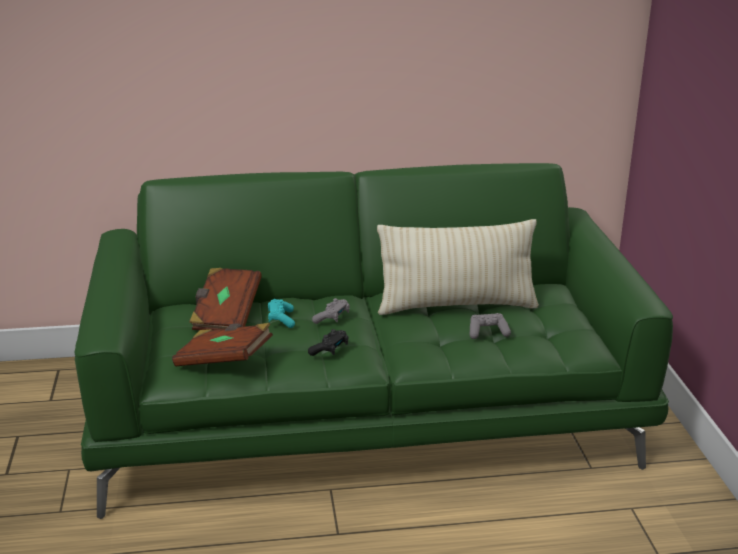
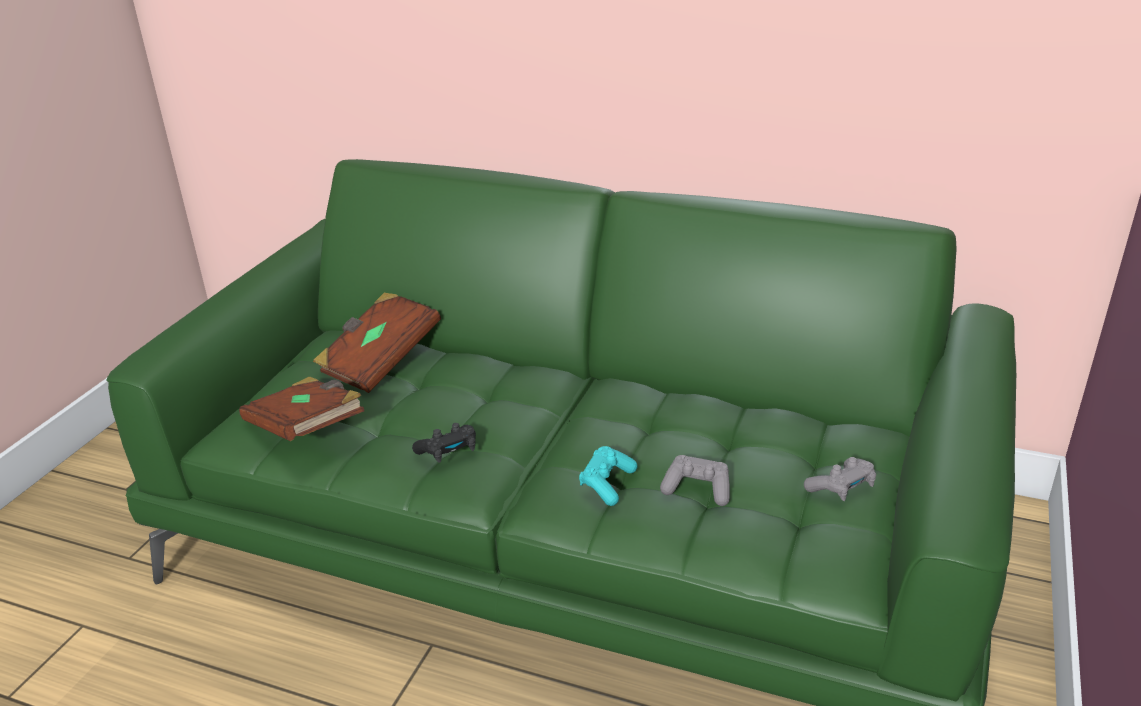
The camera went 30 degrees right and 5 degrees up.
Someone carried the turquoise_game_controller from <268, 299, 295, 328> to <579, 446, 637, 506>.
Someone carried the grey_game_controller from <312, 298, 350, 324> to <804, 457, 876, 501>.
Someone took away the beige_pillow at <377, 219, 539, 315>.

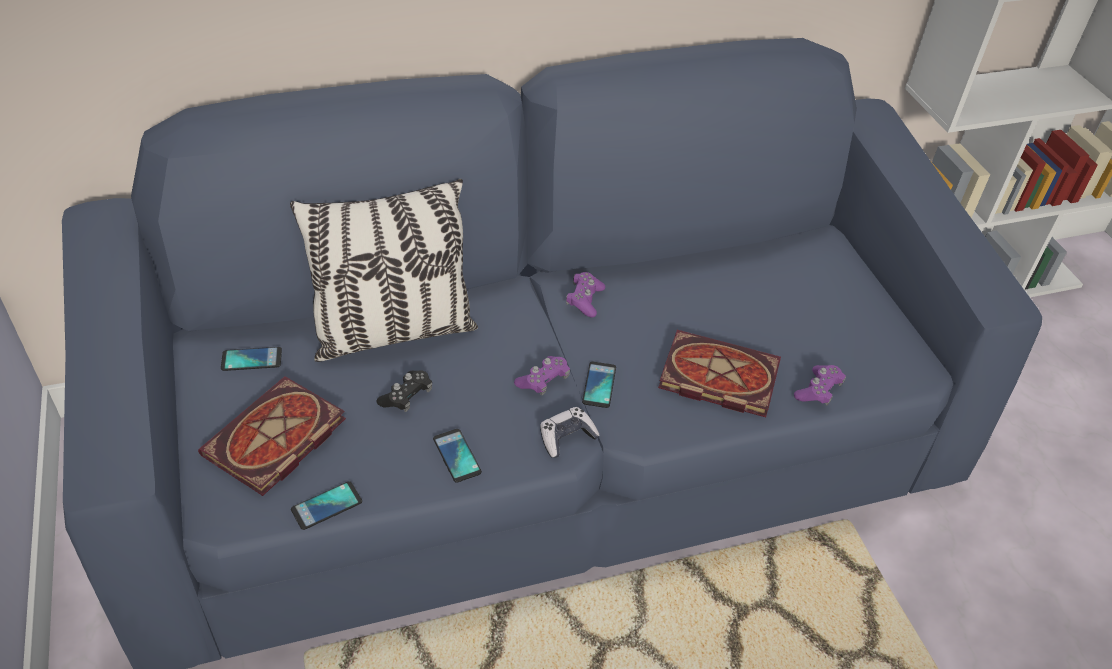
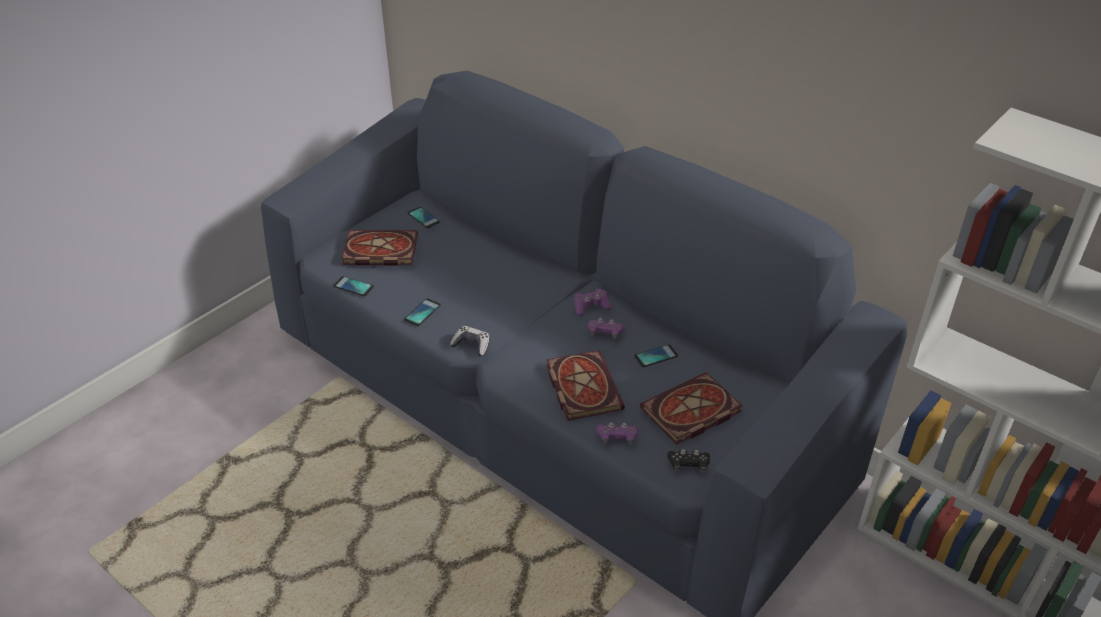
The camera went 60 degrees right and 5 degrees down.
Someone carried the purple_game_controller from <514, 356, 570, 395> to <588, 318, 625, 339>.
Someone carried the phone from <582, 361, 616, 408> to <634, 344, 678, 367>.
Someone put down the book at <640, 372, 743, 445>.
Someone carried the black_game_controller from <377, 370, 432, 412> to <667, 449, 710, 473>.
Someone took away the pillow at <290, 179, 478, 362>.

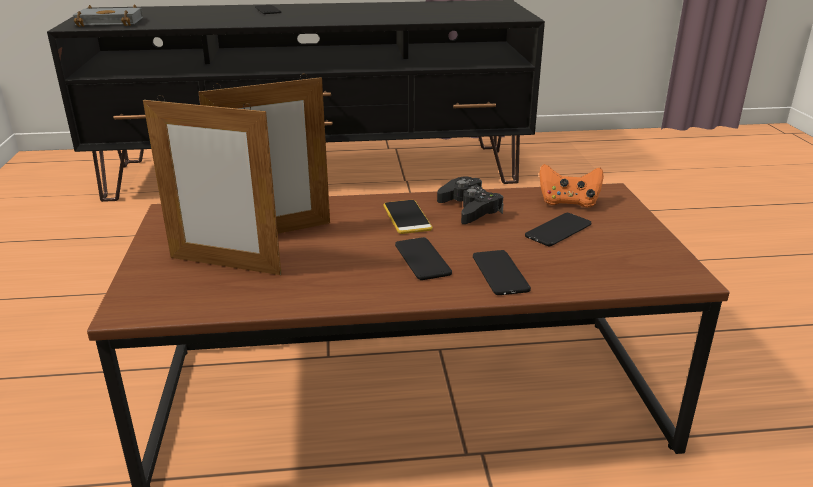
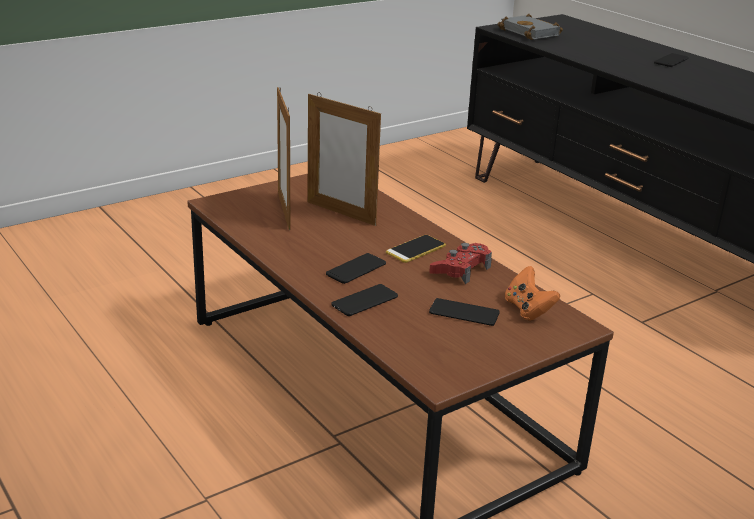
The camera went 60 degrees right and 0 degrees up.
Someone repainted the black_game_controller at <437, 177, 504, 224>, which became the red_game_controller at <429, 243, 492, 284>.

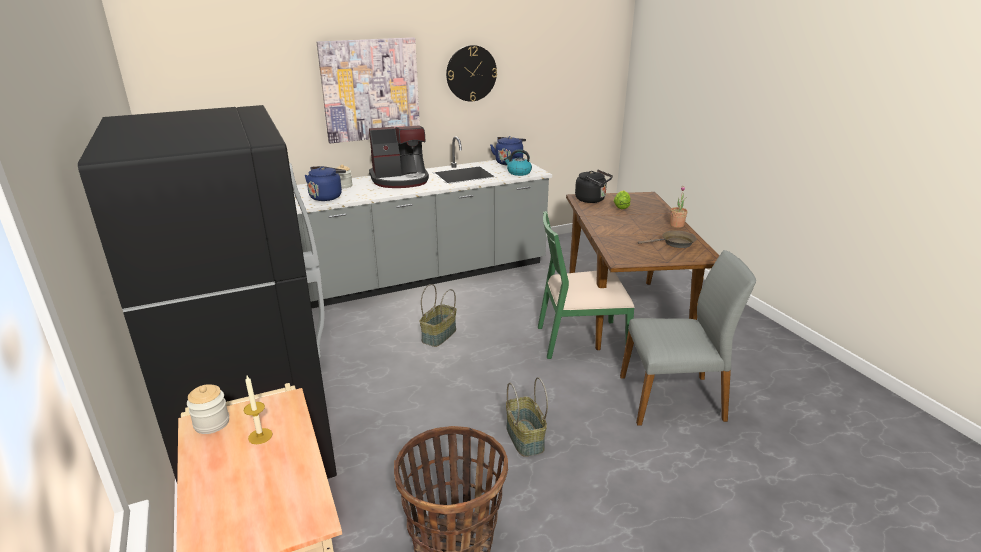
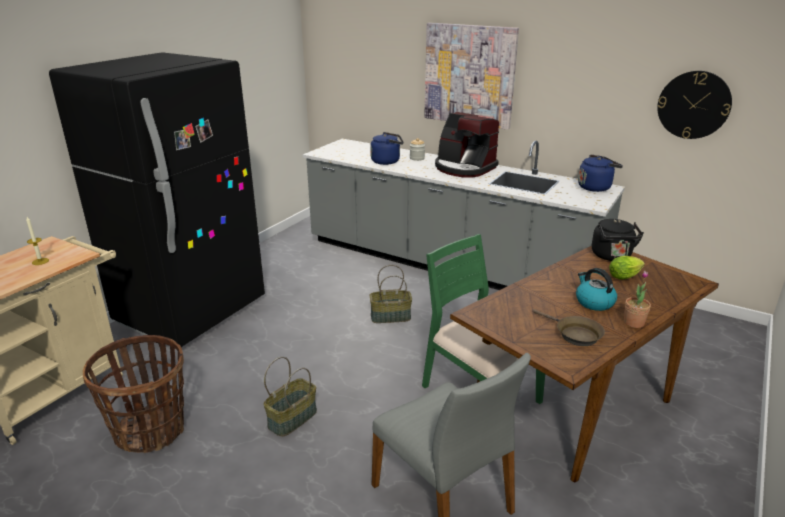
The camera went 55 degrees right and 0 degrees up.
Someone carried the kettle from <504, 149, 532, 176> to <576, 268, 617, 311>.
Someone carried the wall_clock from <446, 45, 497, 102> to <657, 71, 732, 139>.
Someone took away the jar at <187, 384, 229, 434>.

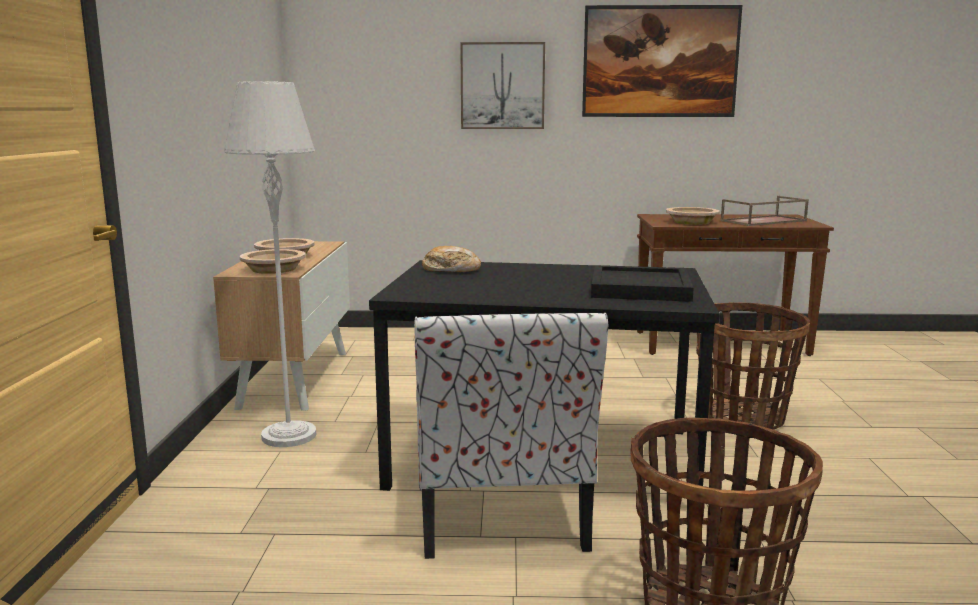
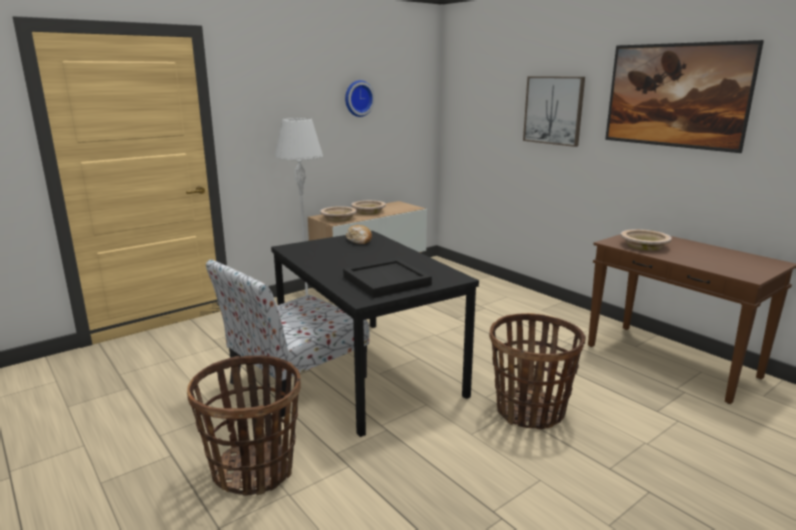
The camera went 50 degrees right and 5 degrees up.
Someone put up the wall_clock at <345, 80, 375, 117>.
Someone took away the brown_tray at <720, 196, 809, 226>.

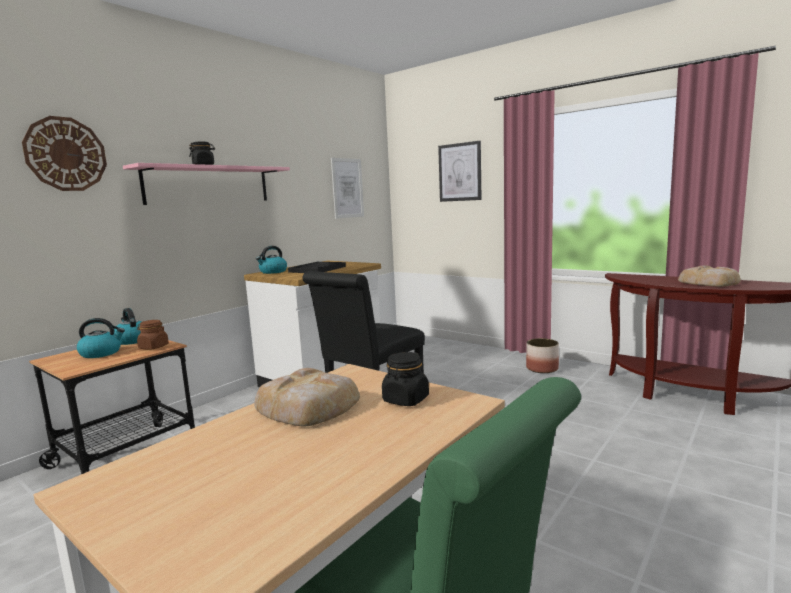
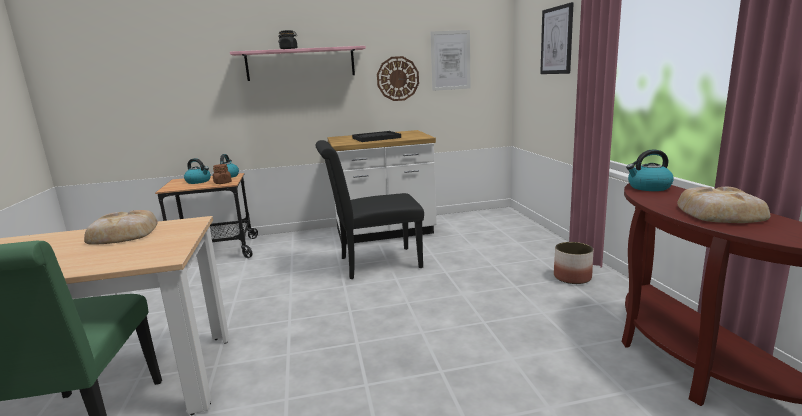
The camera went 40 degrees right and 5 degrees up.
Someone carried the wall_clock from <22, 116, 107, 191> to <377, 56, 419, 101>.
Someone carried the kettle from <256, 246, 287, 274> to <626, 149, 674, 191>.
Someone took away the black_jar at <382, 352, 429, 406>.

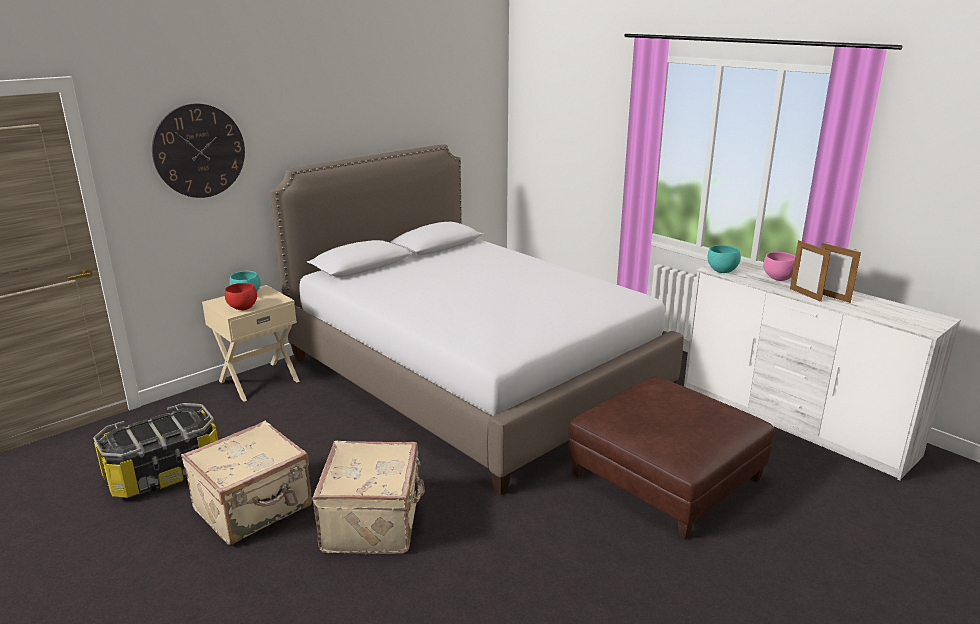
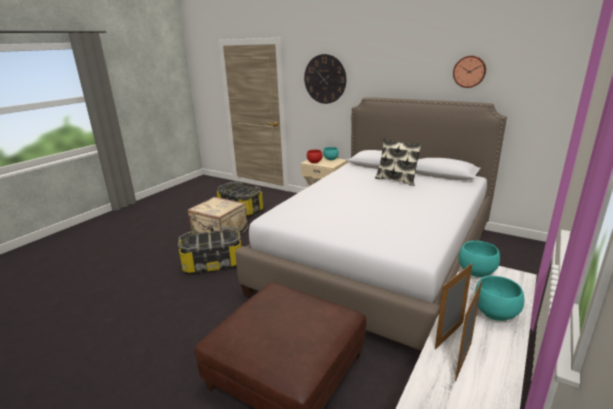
The camera went 75 degrees right and 0 degrees up.
Someone swapped the beige_suitcase at <312, 441, 425, 554> for the storage_box at <178, 226, 241, 273>.
Someone put down the pillow at <375, 138, 423, 186>.
Someone put up the wall_clock at <453, 56, 486, 88>.
Someone repainted the pink_bowl at <763, 252, 795, 281>, which became the turquoise_bowl at <474, 276, 524, 321>.

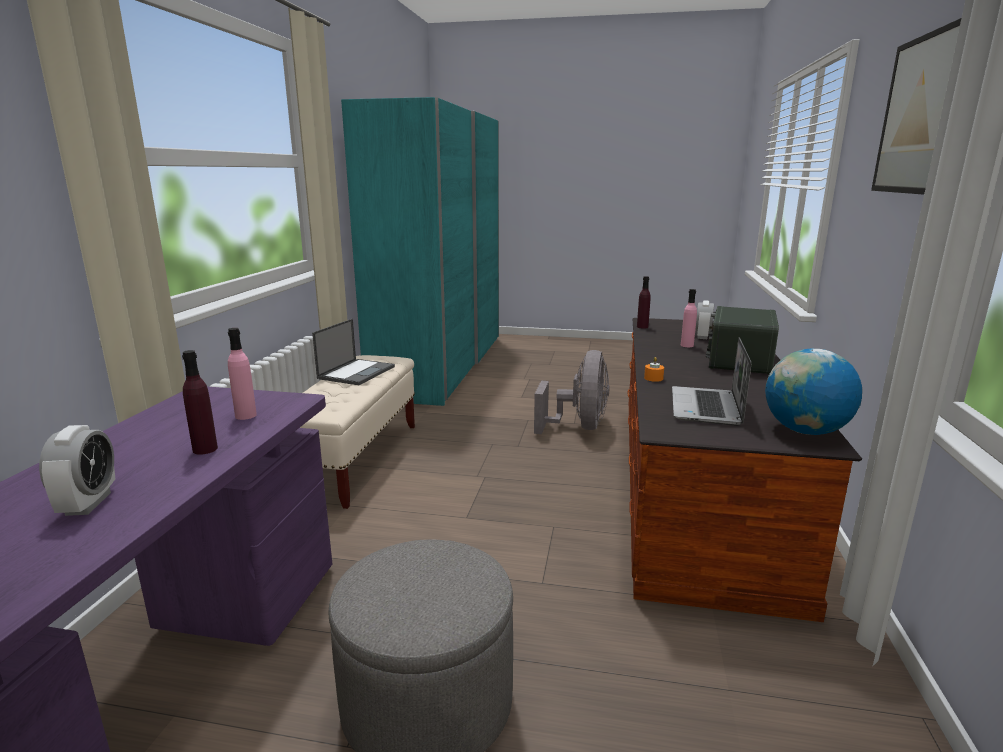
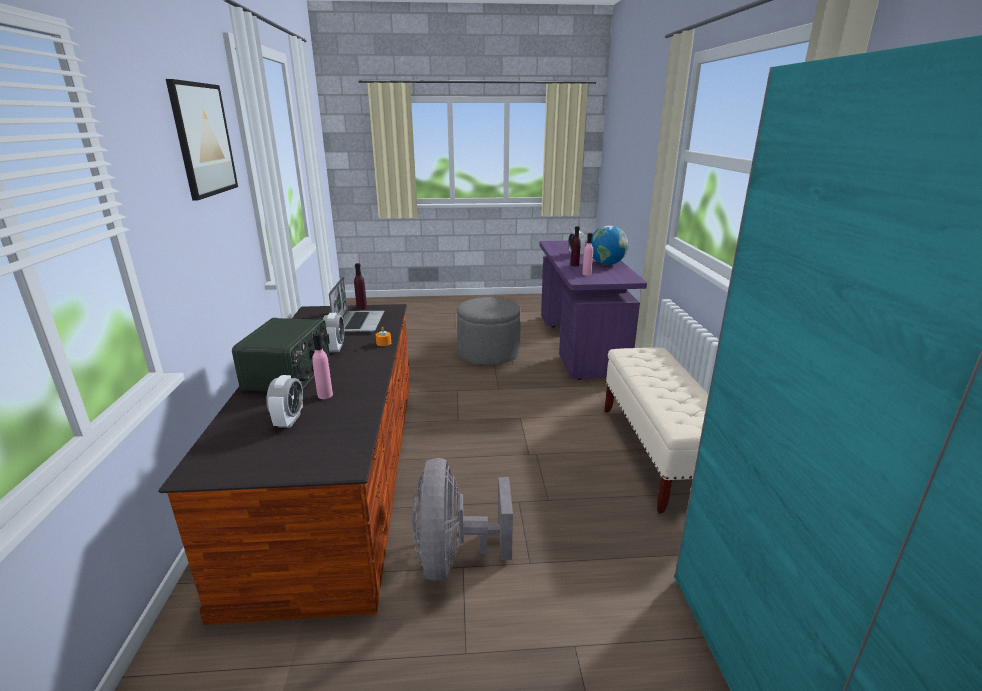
The camera went 165 degrees right and 5 degrees up.
Someone put down the alarm_clock at <323, 313, 344, 353>.
Someone carried the purple_bottle from <637, 276, 651, 329> to <354, 263, 367, 310>.
Someone carried the globe from <765, 349, 862, 435> to <592, 226, 628, 265>.
Someone took away the laptop at <312, 319, 395, 385>.

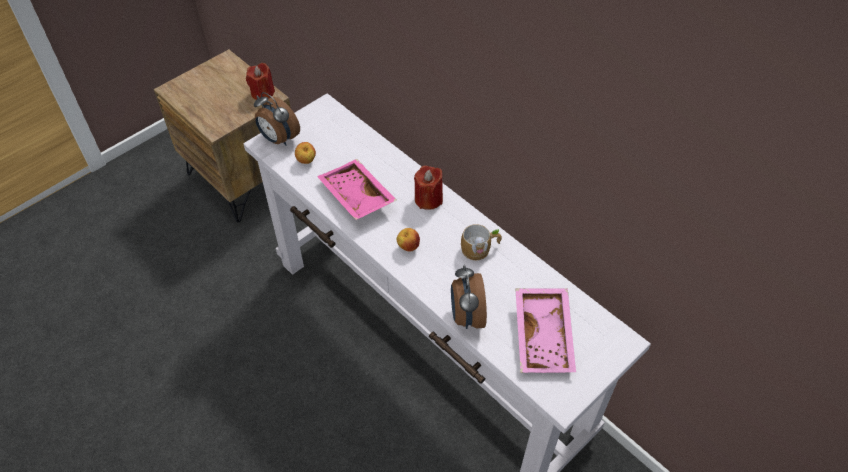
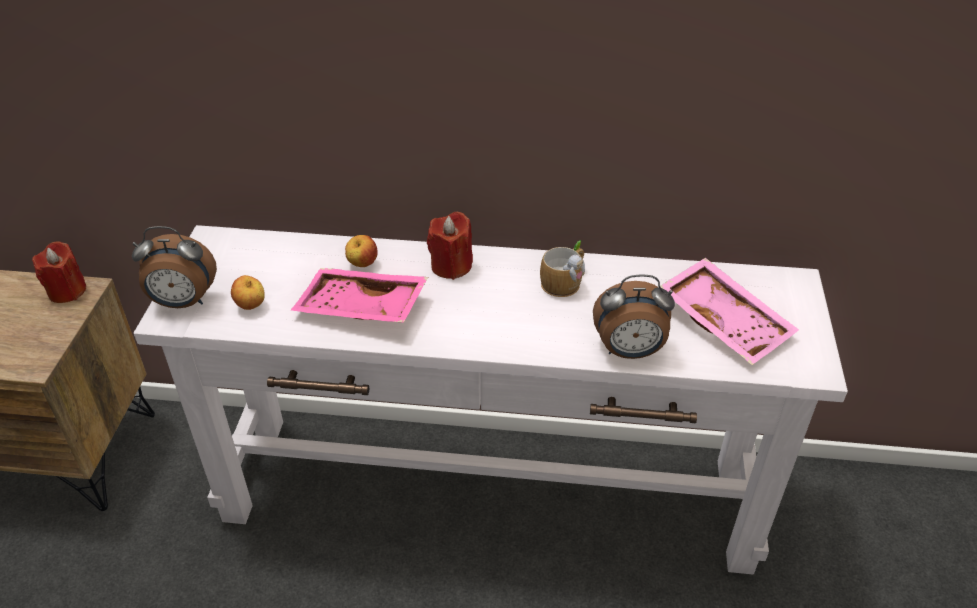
The camera went 40 degrees left and 10 degrees down.
Someone carried the apple from <397, 228, 420, 251> to <345, 235, 378, 267>.
Someone rotated the alarm_clock at <451, 265, 487, 329> by 45 degrees counterclockwise.

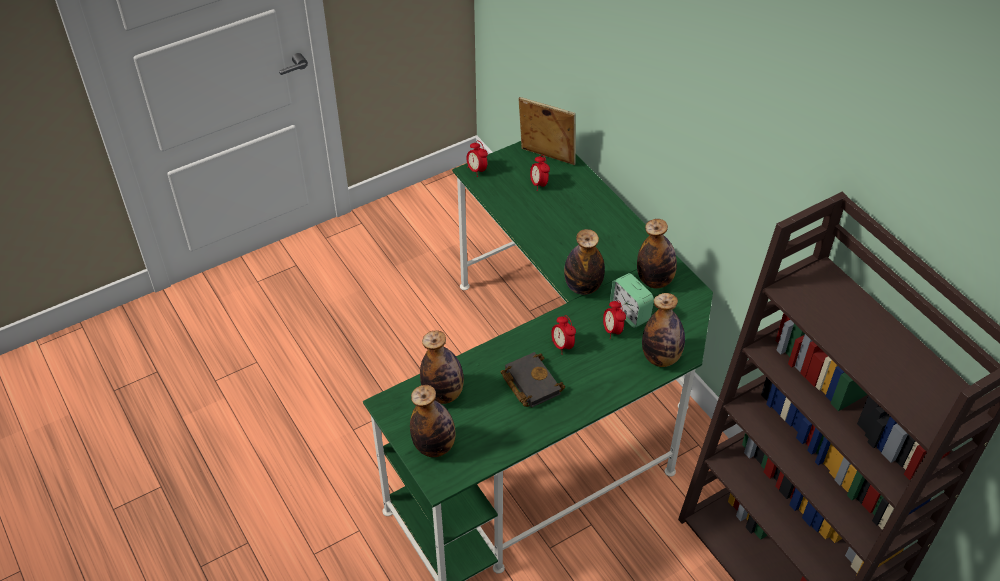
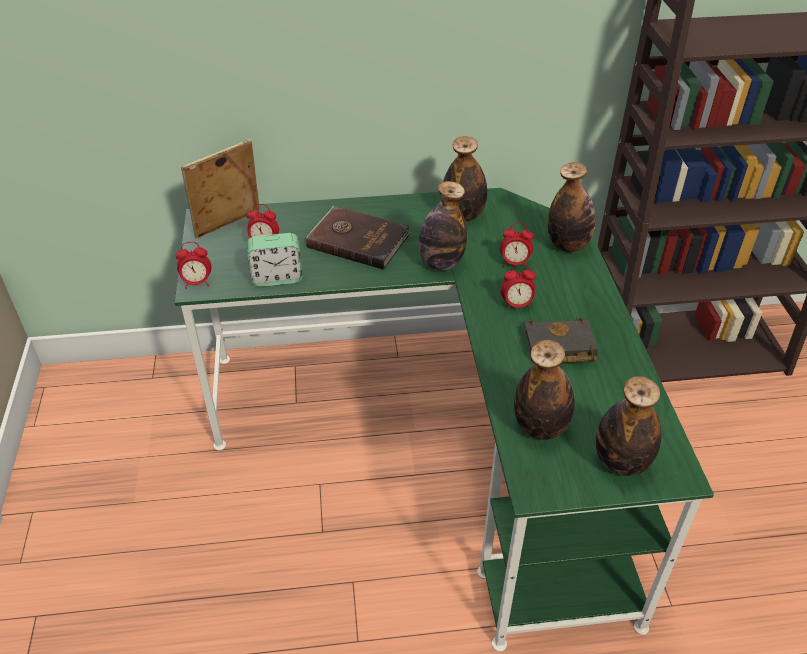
The camera went 65 degrees left and 5 degrees down.
Someone carried the alarm_clock from <610, 273, 654, 328> to <247, 233, 302, 287>.
Someone put down the brown_book at <306, 206, 411, 270>.

